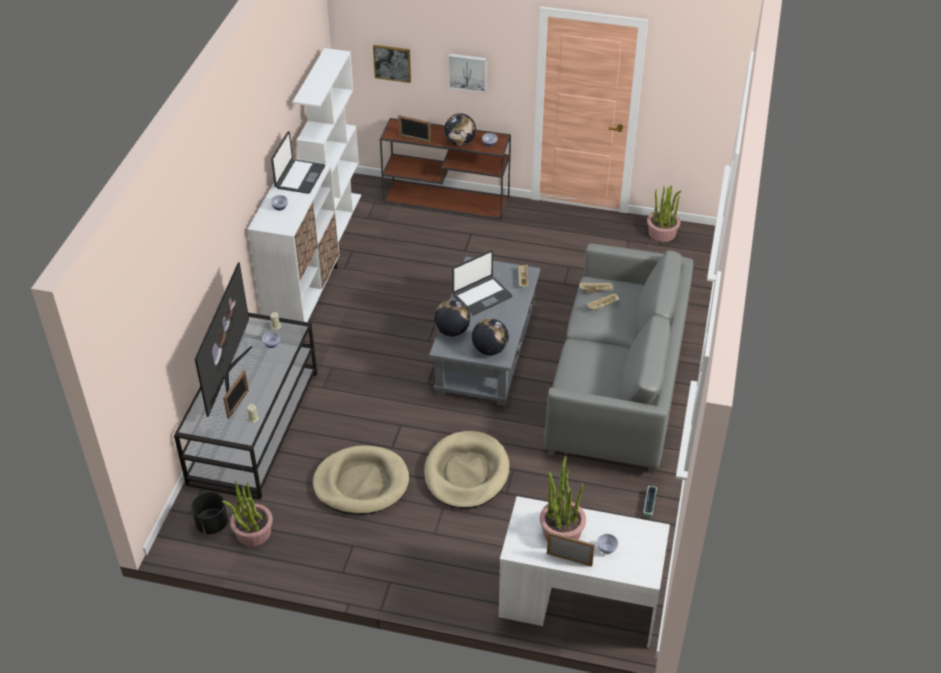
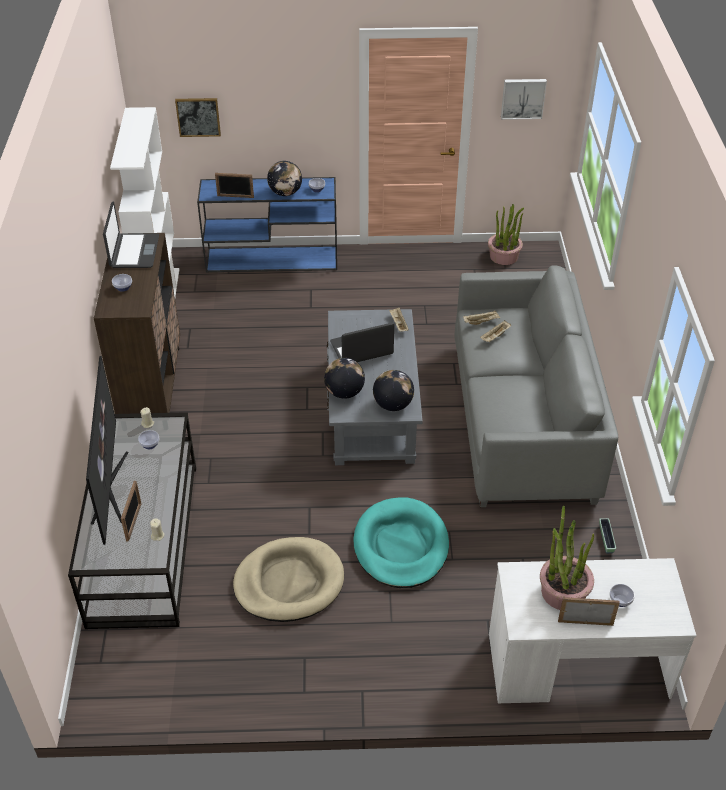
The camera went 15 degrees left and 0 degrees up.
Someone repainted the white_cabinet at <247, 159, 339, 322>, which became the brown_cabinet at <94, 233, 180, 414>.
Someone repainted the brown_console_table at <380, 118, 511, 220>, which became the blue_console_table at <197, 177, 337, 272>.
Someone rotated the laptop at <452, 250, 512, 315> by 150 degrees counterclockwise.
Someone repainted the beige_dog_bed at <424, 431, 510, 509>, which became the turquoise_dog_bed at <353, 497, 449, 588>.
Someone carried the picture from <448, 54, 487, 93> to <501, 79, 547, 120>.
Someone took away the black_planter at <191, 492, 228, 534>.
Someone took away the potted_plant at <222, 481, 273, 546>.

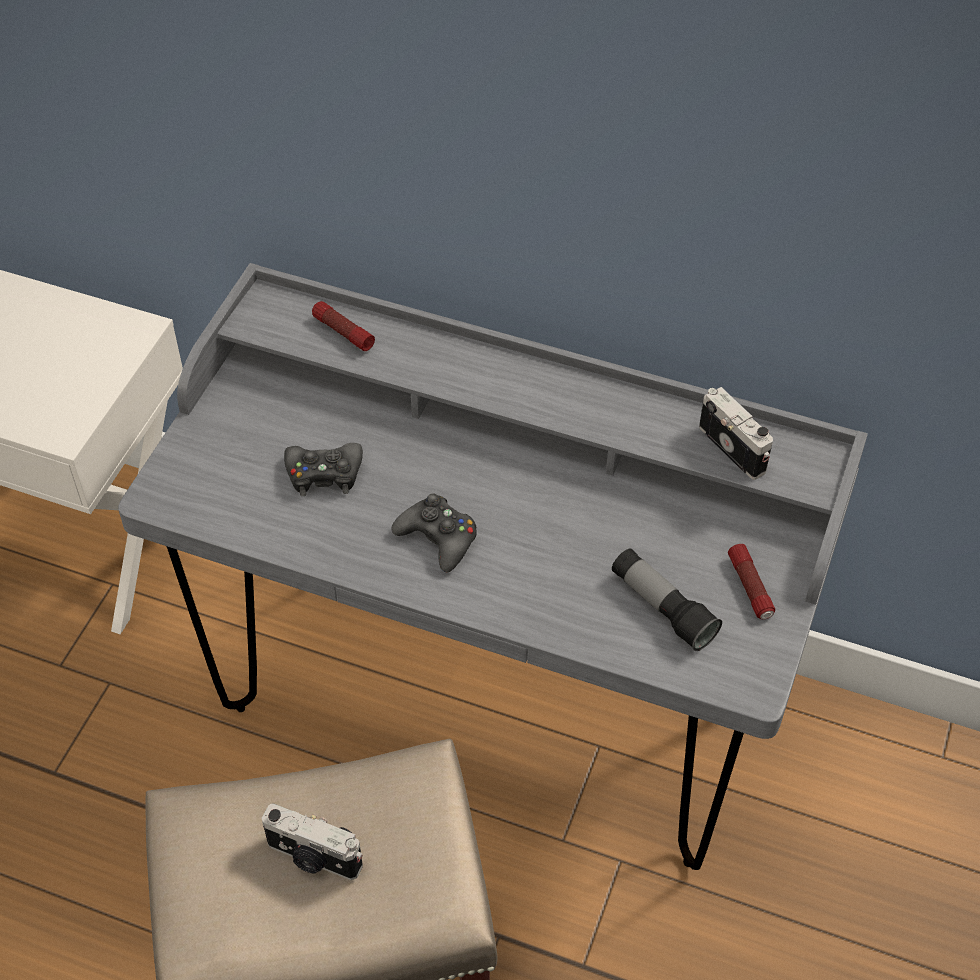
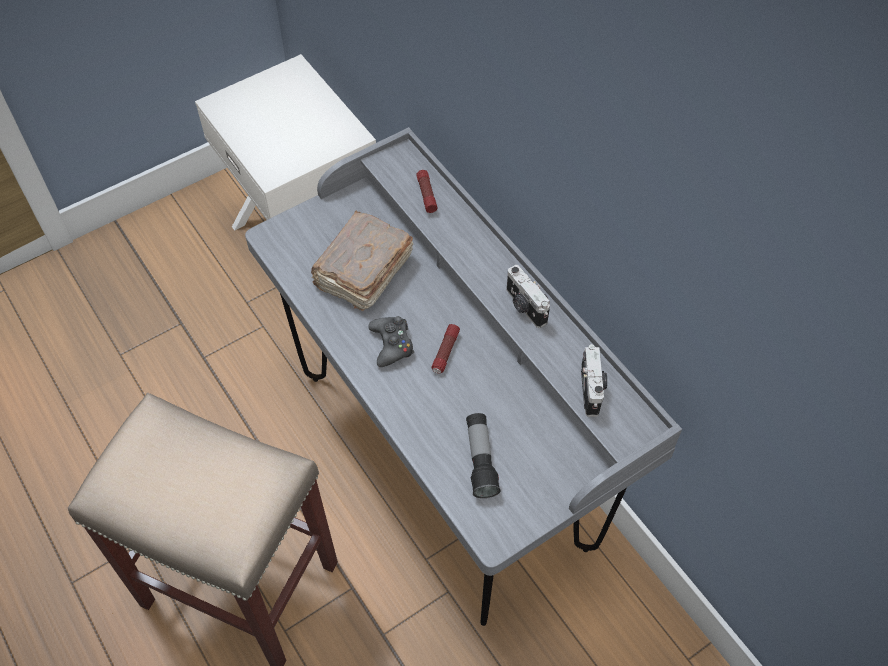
The camera went 35 degrees right and 5 degrees up.
Someone swapped the black_game_controller at <284, 443, 363, 496> for the brown_book at <311, 211, 413, 311>.
Someone carried the flashlight from <728, 544, 775, 619> to <432, 324, 460, 373>.
Someone carried the photo_camera from <262, 803, 363, 880> to <507, 265, 550, 328>.

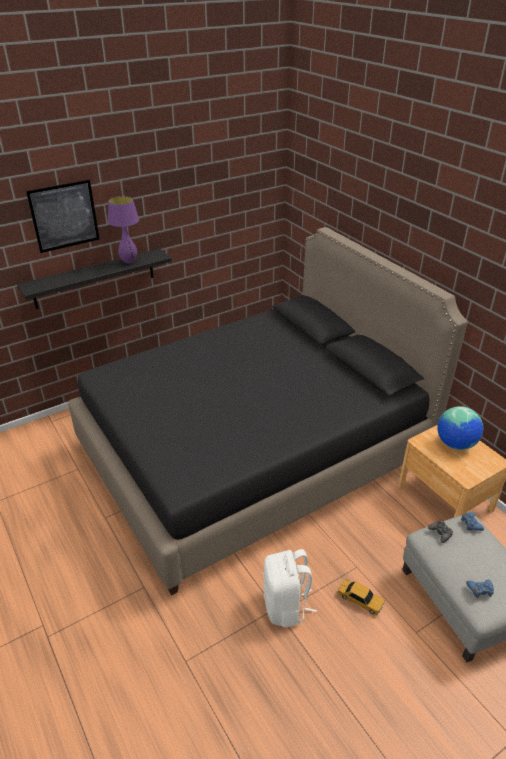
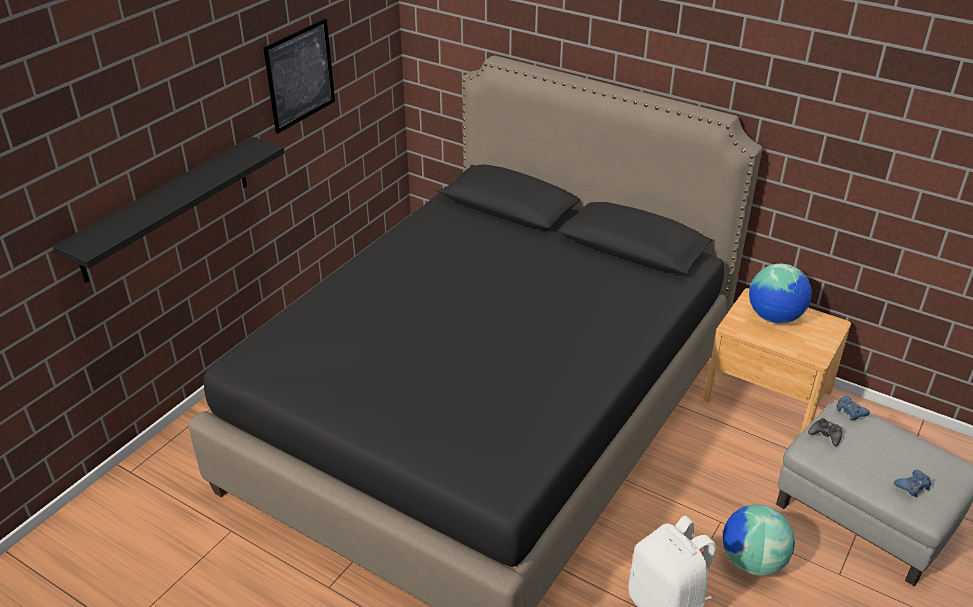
The camera went 25 degrees left and 0 degrees up.
Someone carried the picture from <26, 180, 100, 253> to <263, 18, 335, 134>.
Someone swapped the toy_car at <337, 579, 384, 615> for the globe at <723, 504, 795, 576>.
Someone took away the purple_table_lamp at <107, 196, 139, 264>.

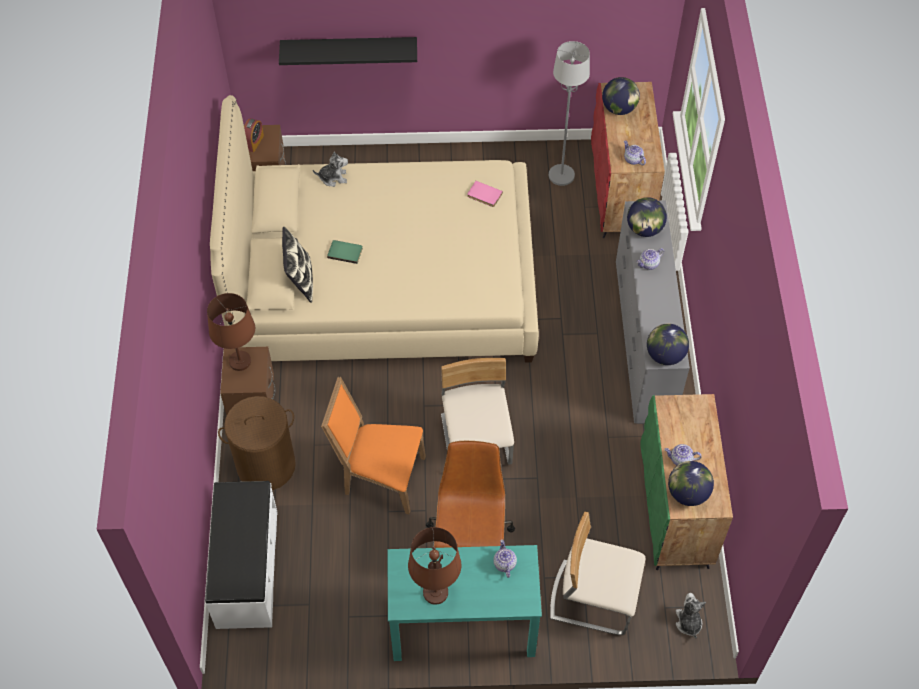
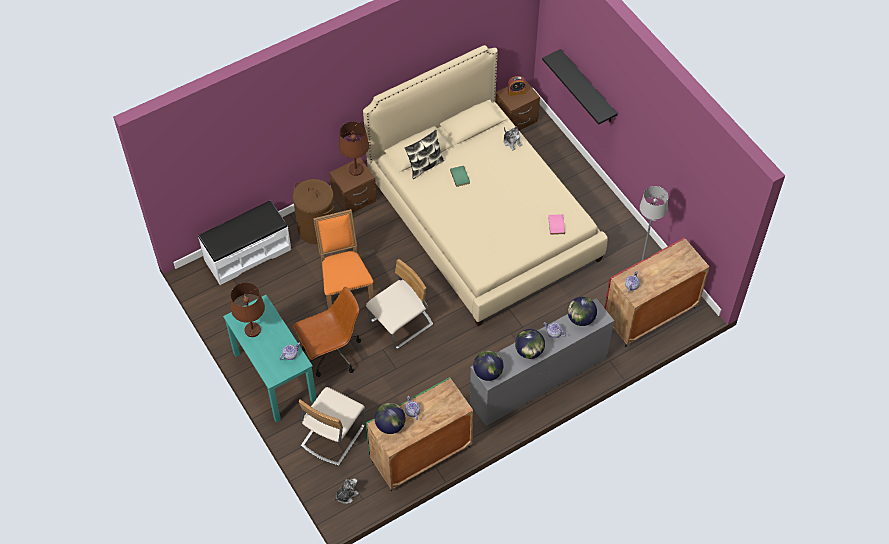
The camera went 60 degrees right and 0 degrees up.
Someone rotated the beige_chair at <550, 512, 645, 635> by 135 degrees counterclockwise.
Someone carried the globe from <602, 77, 640, 115> to <515, 329, 545, 359>.

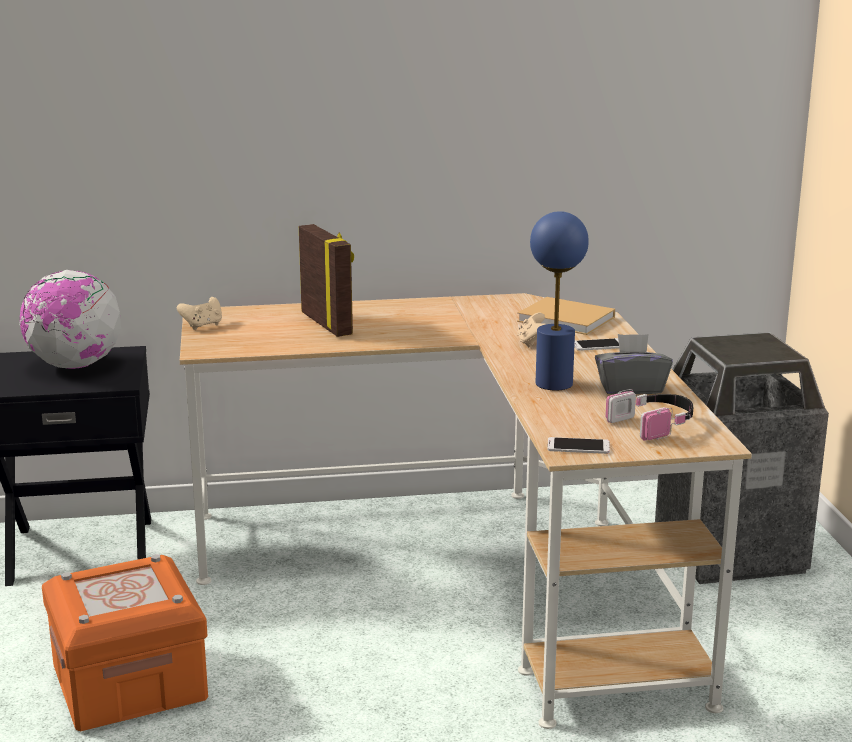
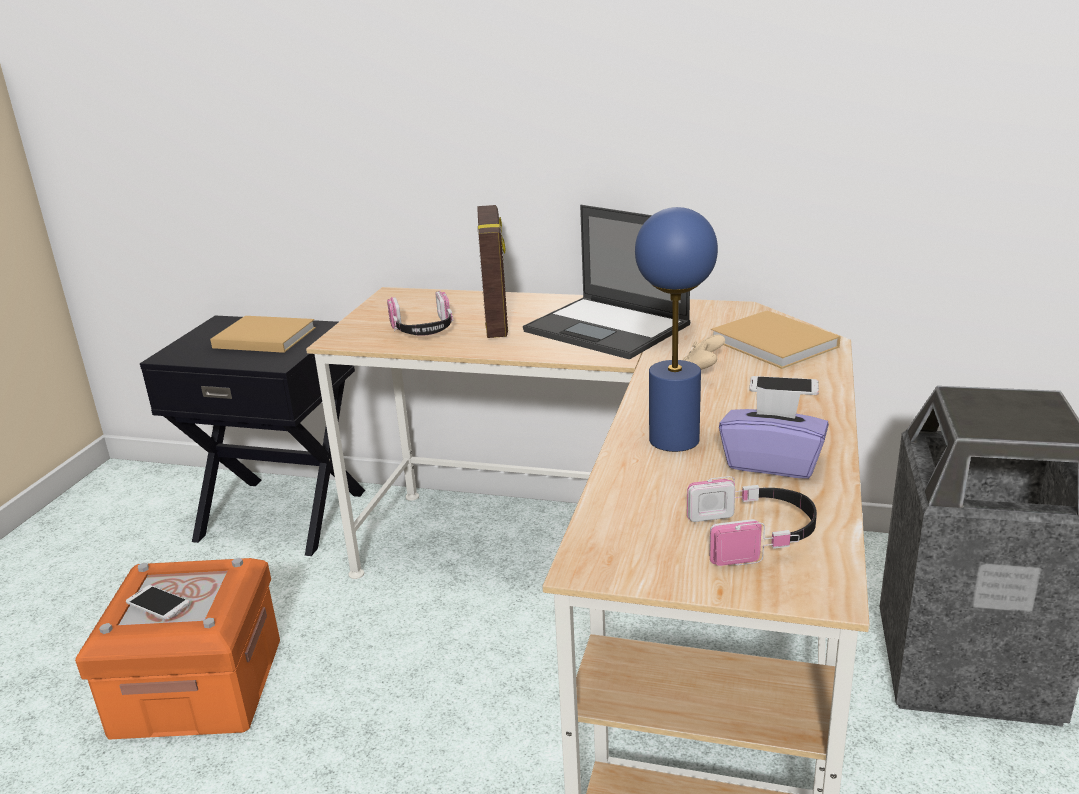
The camera went 25 degrees right and 5 degrees up.
Someone carried the phone from <547, 437, 610, 454> to <126, 585, 190, 620>.
Someone swapped the globe at <19, 270, 121, 369> for the beige_book at <210, 316, 316, 353>.
Someone put down the headphones at <387, 291, 454, 336>.
Someone put down the laptop at <523, 205, 691, 360>.
Someone repainted the grey_tissue_box at <595, 334, 673, 394>, which became the purple_tissue_box at <719, 387, 829, 479>.
Someone took away the beige_game_controller at <177, 297, 222, 330>.

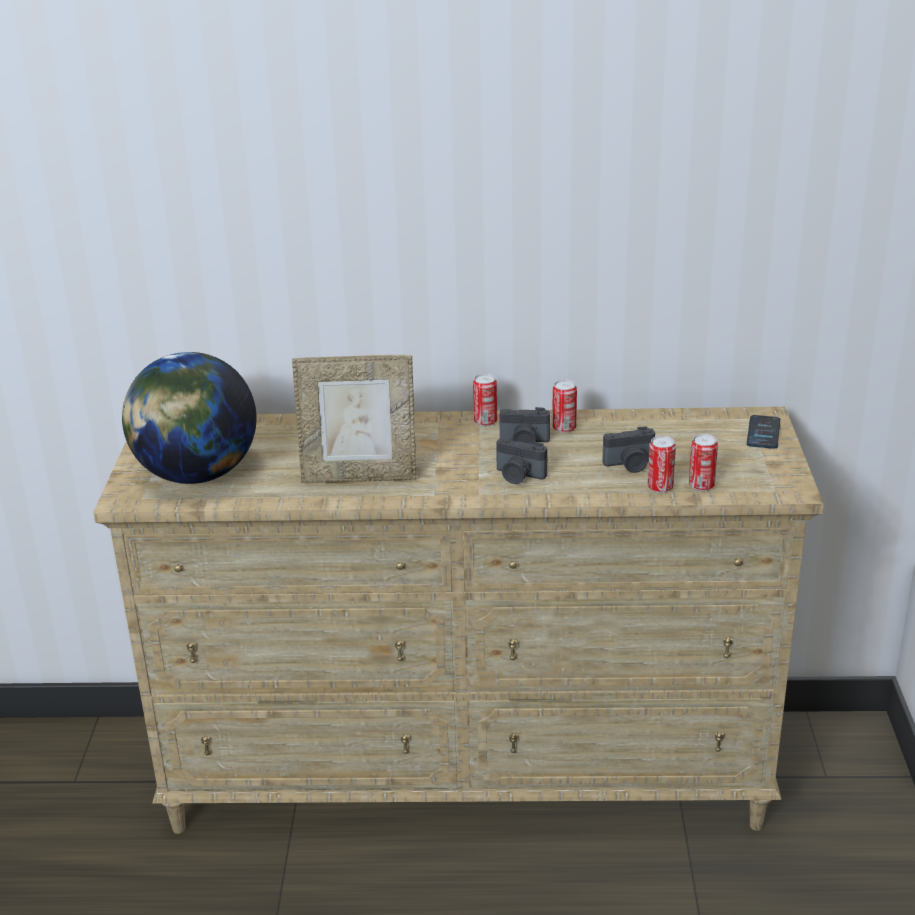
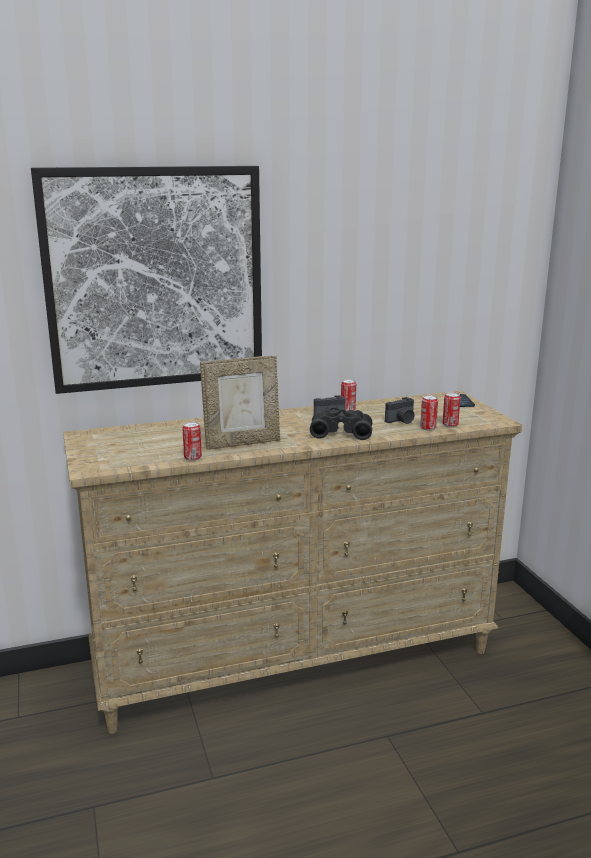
The camera went 20 degrees left and 10 degrees down.
Someone put up the picture at <31, 166, 262, 394>.
Someone carried the can from <473, 374, 497, 426> to <182, 421, 202, 461>.
Someone swapped the photo_camera at <496, 438, 547, 484> for the black_binoculars at <310, 409, 372, 440>.
Someone took away the globe at <122, 352, 257, 484>.

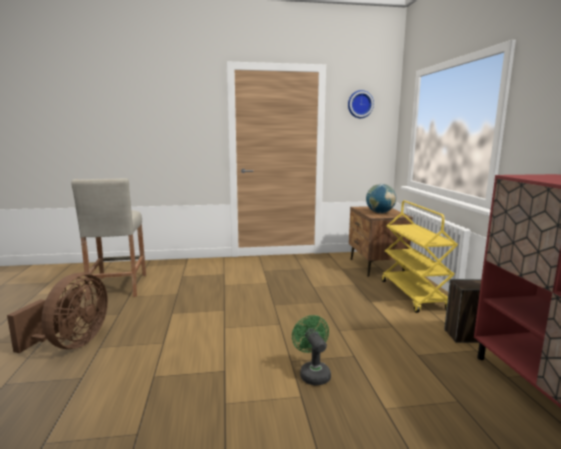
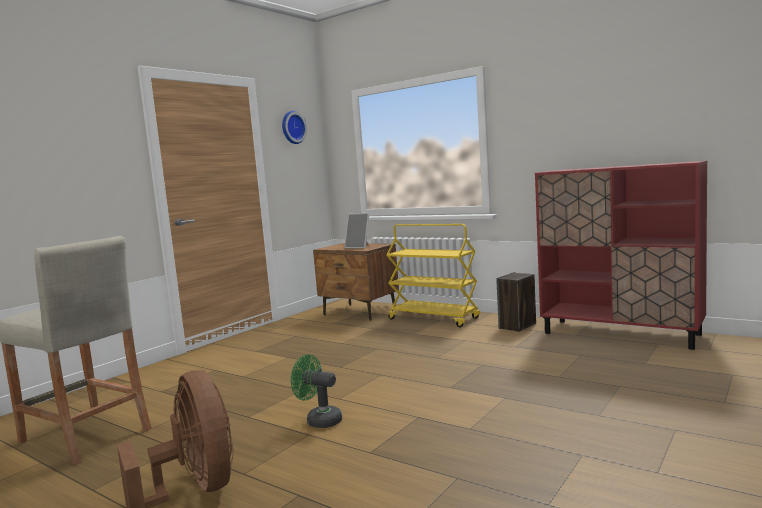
The camera went 45 degrees left and 5 degrees down.
Someone carried the green_fan from <292, 315, 331, 386> to <291, 354, 342, 428>.
Someone swapped the globe at <366, 184, 396, 213> for the picture_frame at <344, 213, 369, 248>.

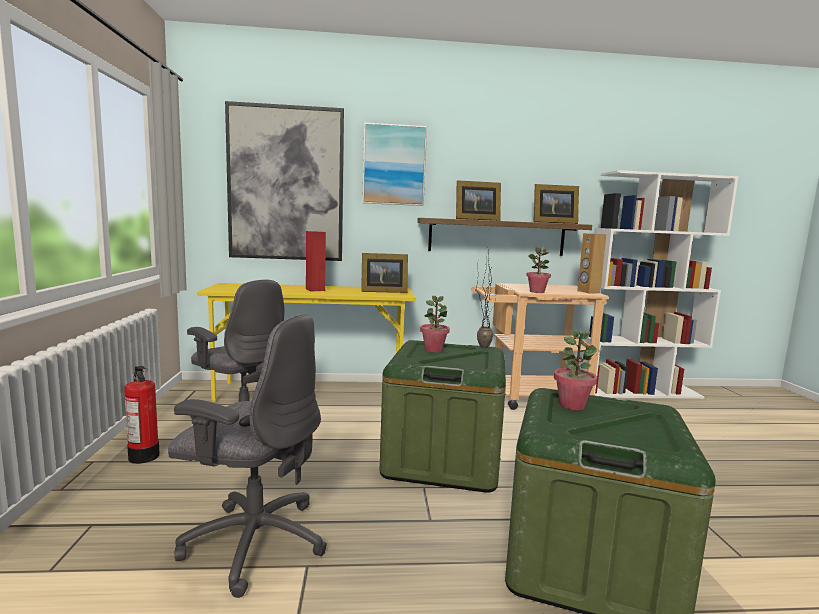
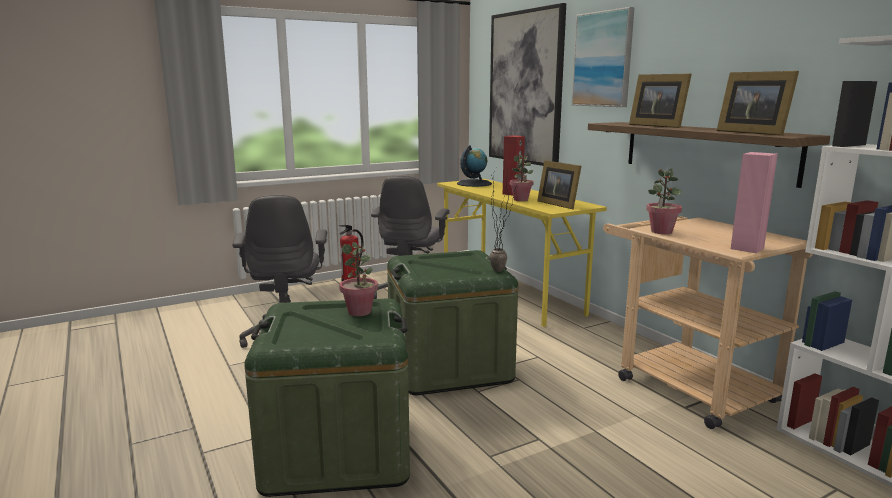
The camera went 65 degrees right and 5 degrees up.
Someone put down the globe at <457, 145, 492, 187>.
Someone carried the potted_plant from <420, 296, 450, 352> to <510, 155, 533, 201>.
Someone repainted the brown_speaker at <577, 233, 606, 294>, which became the pink_speaker at <731, 152, 778, 253>.

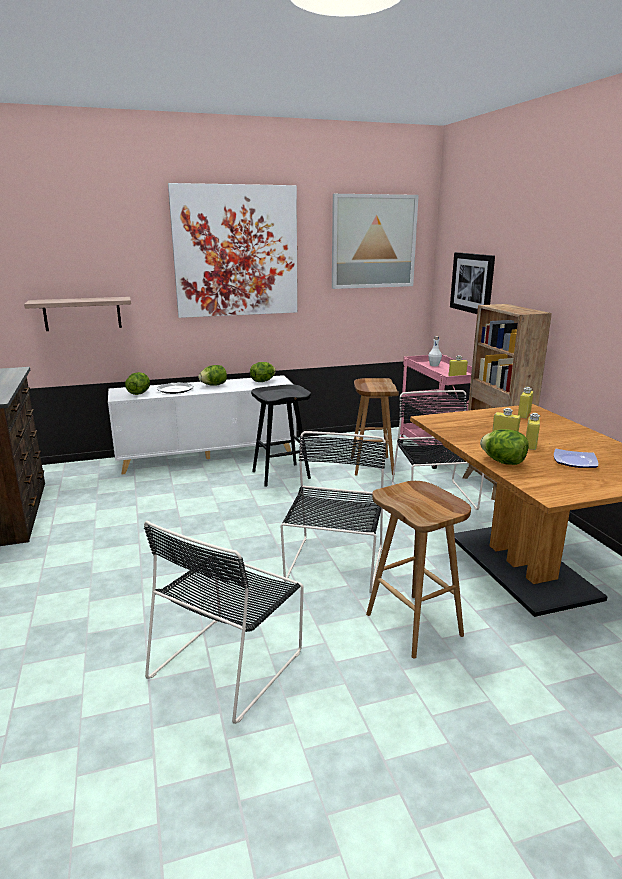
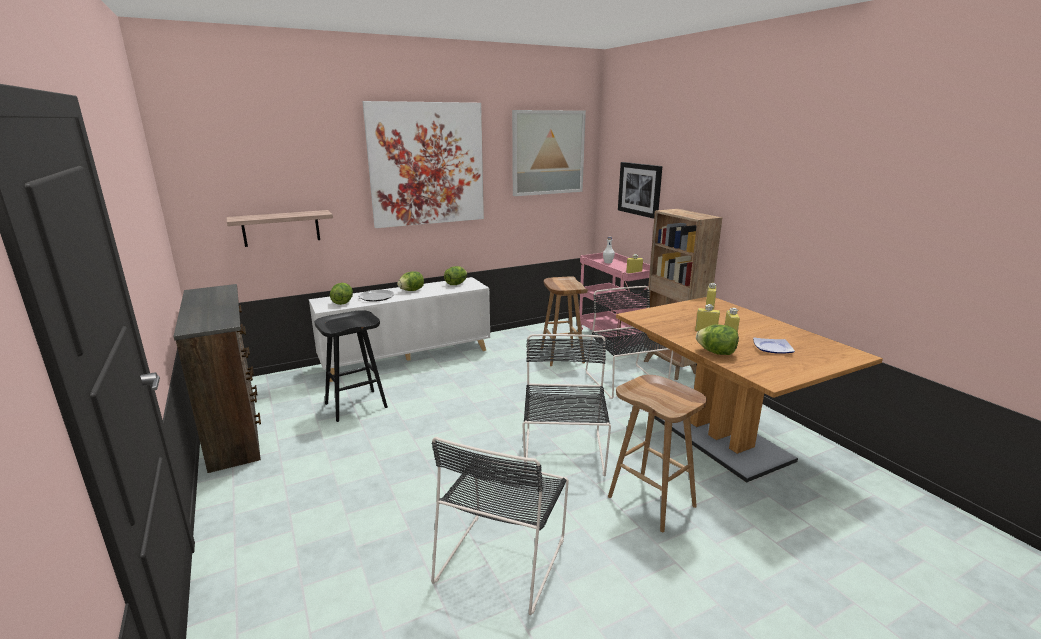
The camera went 10 degrees left and 0 degrees up.
Someone carried the black_stool from <251, 384, 311, 487> to <314, 310, 388, 422>.

